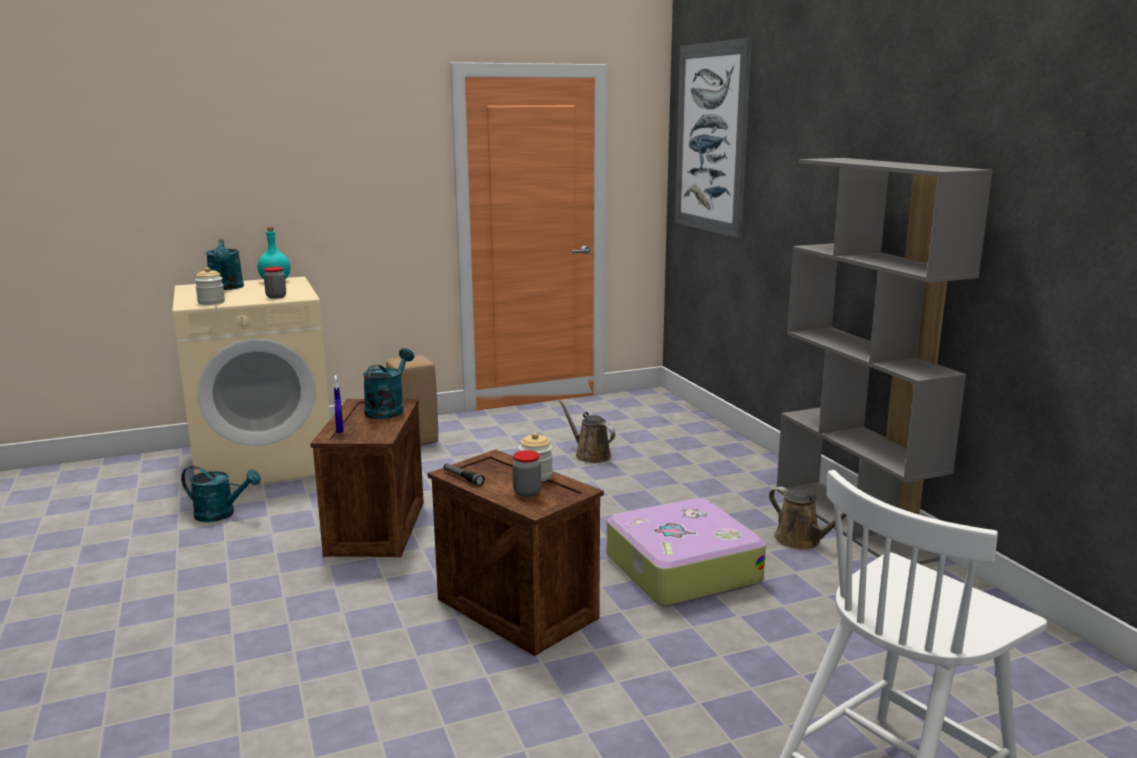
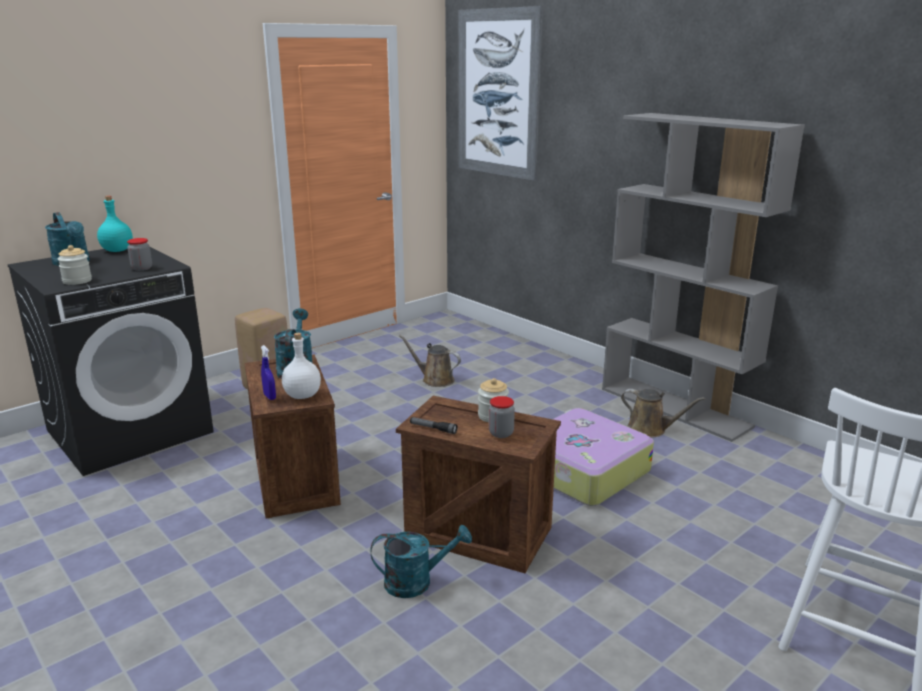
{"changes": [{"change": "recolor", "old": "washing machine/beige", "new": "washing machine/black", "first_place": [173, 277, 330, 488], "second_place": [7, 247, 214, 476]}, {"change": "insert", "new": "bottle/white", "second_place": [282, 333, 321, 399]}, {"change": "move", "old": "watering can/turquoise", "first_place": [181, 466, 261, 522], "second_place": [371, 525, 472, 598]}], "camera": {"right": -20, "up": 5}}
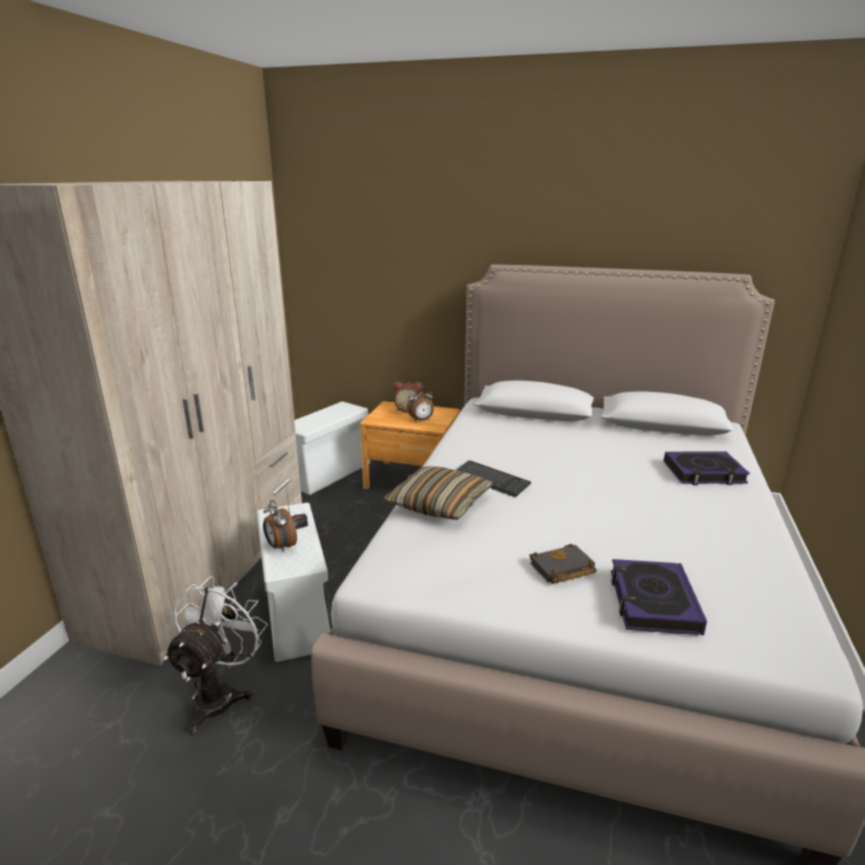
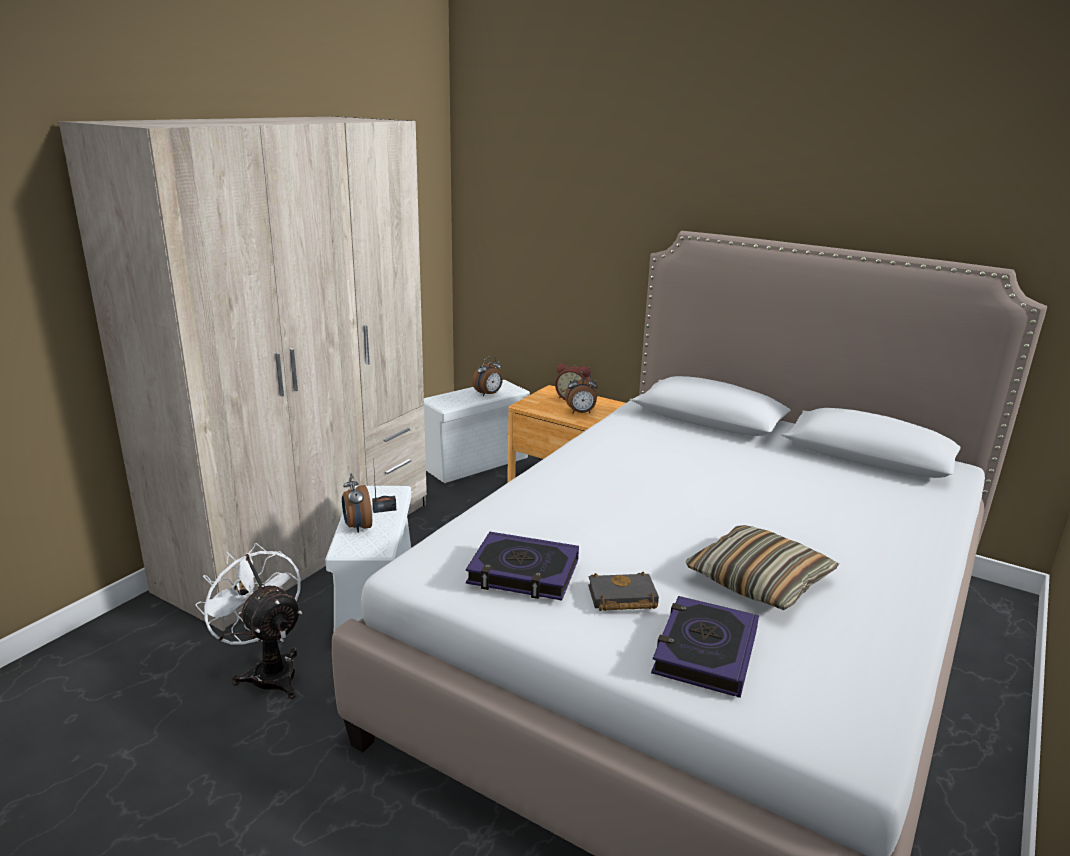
{"changes": [{"change": "rotate", "old": "fan/white", "first_place": [164, 576, 268, 734], "second_place": [195, 543, 302, 699], "degrees": -75}, {"change": "move", "old": "book", "first_place": [664, 451, 750, 485], "second_place": [466, 532, 579, 601]}, {"change": "insert", "new": "alarm clock", "second_place": [472, 356, 503, 396]}, {"change": "move", "old": "pillow", "first_place": [384, 466, 494, 520], "second_place": [685, 525, 839, 610]}, {"change": "delete", "old": "keyboard", "first_place": [457, 460, 531, 497]}], "camera": {"right": 15, "up": 0}}
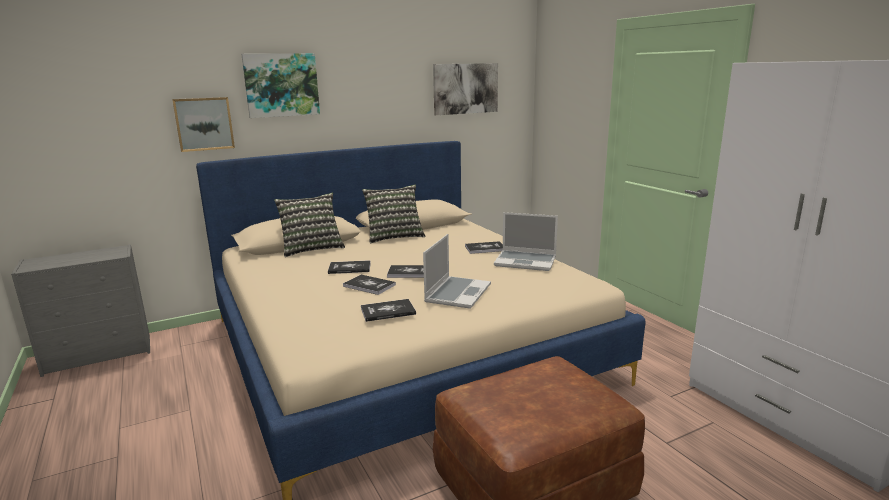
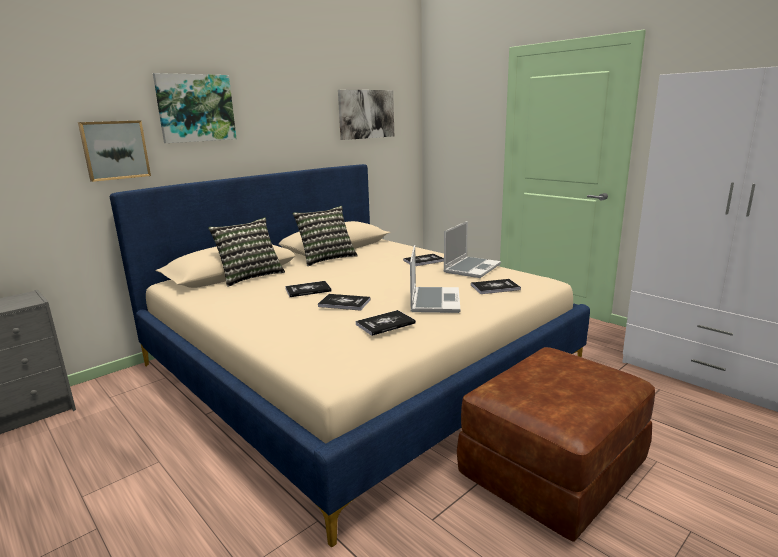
{"changes": [{"change": "rotate", "old": "laptop", "first_place": [494, 212, 558, 271], "second_place": [443, 221, 501, 278], "degrees": -60}, {"change": "move", "old": "book", "first_place": [387, 265, 424, 278], "second_place": [471, 279, 521, 294]}], "camera": {"right": -15, "up": 0}}
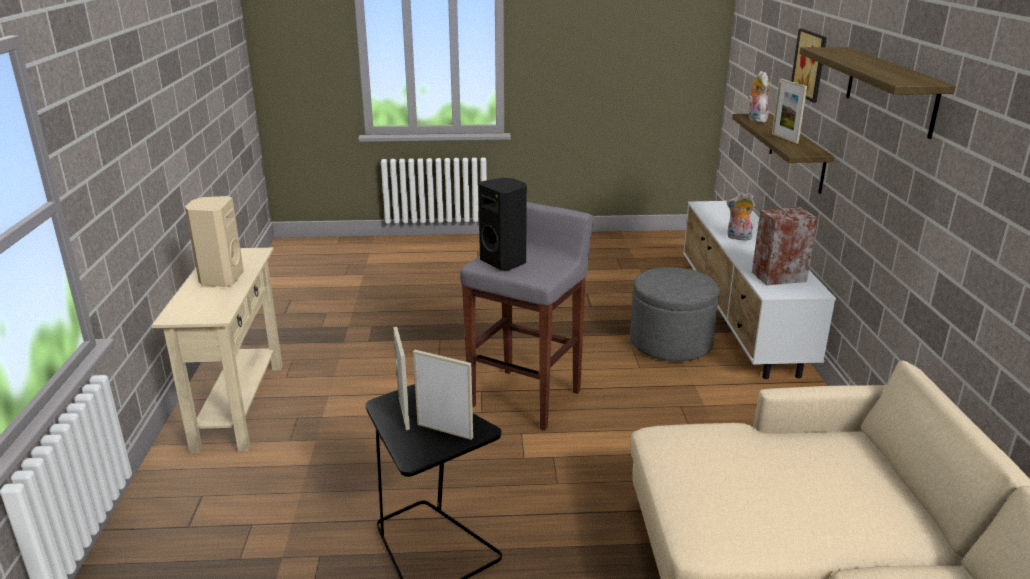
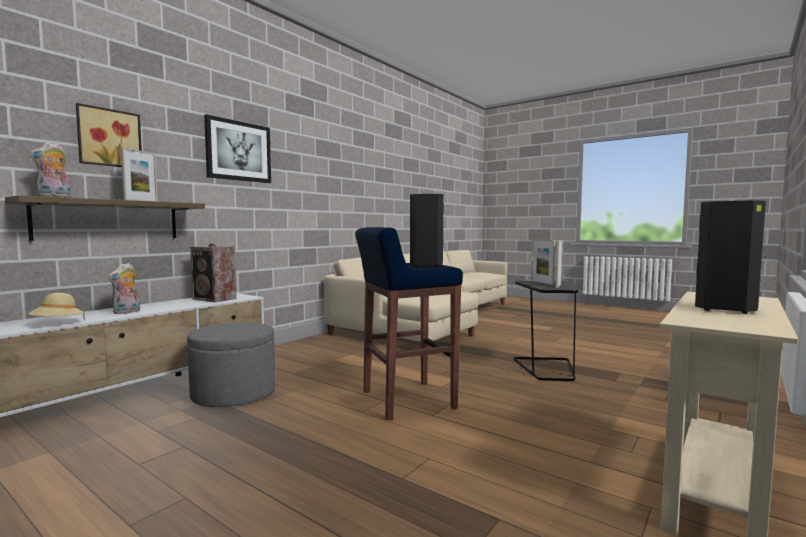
{"changes": [{"change": "insert", "new": "hat/beige", "second_place": [27, 293, 85, 321]}, {"change": "rotate", "old": "plush toy", "first_place": [727, 193, 755, 240], "second_place": [108, 263, 140, 314], "degrees": 60}, {"change": "replace", "old": "shelf", "new": "picture", "first_place": [800, 47, 956, 139], "second_place": [204, 114, 271, 183]}, {"change": "recolor", "old": "stool/grey", "new": "stool/blue", "first_place": [460, 202, 593, 430], "second_place": [355, 227, 463, 420]}, {"change": "recolor", "old": "speaker/beige", "new": "speaker/black", "first_place": [185, 196, 244, 287], "second_place": [695, 200, 766, 314]}], "camera": {"right": -140, "up": -20}}
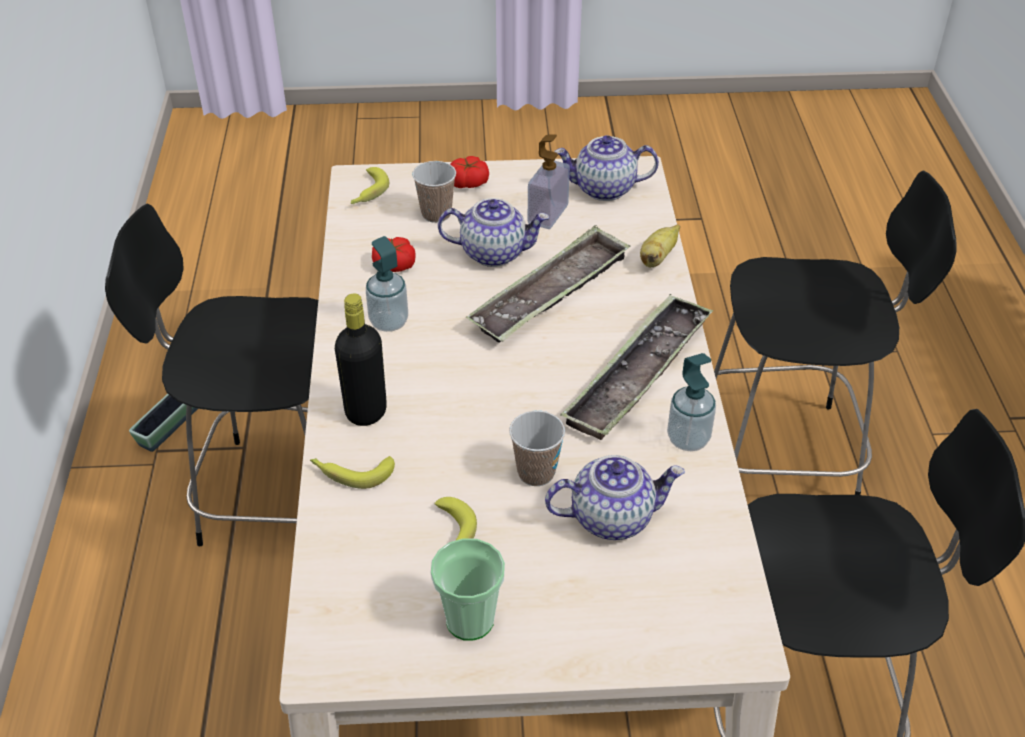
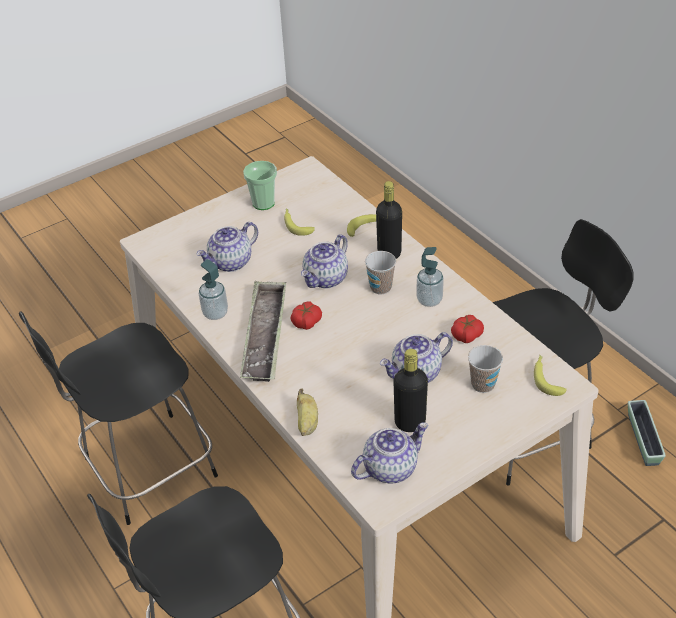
{"changes": [{"change": "move", "old": "tomato", "first_place": [451, 156, 489, 188], "second_place": [290, 302, 322, 330]}, {"change": "insert", "new": "teapot", "second_place": [301, 234, 348, 288]}, {"change": "move", "old": "cup", "first_place": [509, 411, 565, 486], "second_place": [365, 251, 396, 295]}, {"change": "replace", "old": "soap dispenser", "new": "bottle/black", "first_place": [528, 134, 570, 229], "second_place": [393, 349, 428, 432]}, {"change": "delete", "old": "tray", "first_place": [466, 225, 631, 343]}], "camera": {"right": 150, "up": 0}}
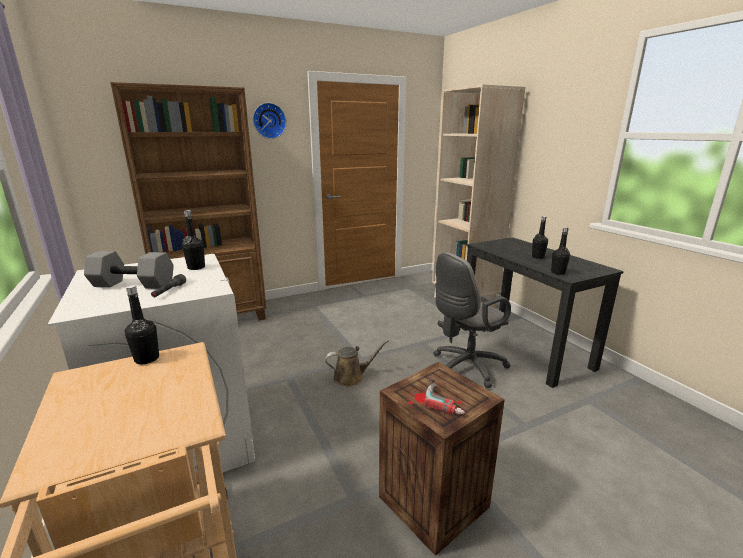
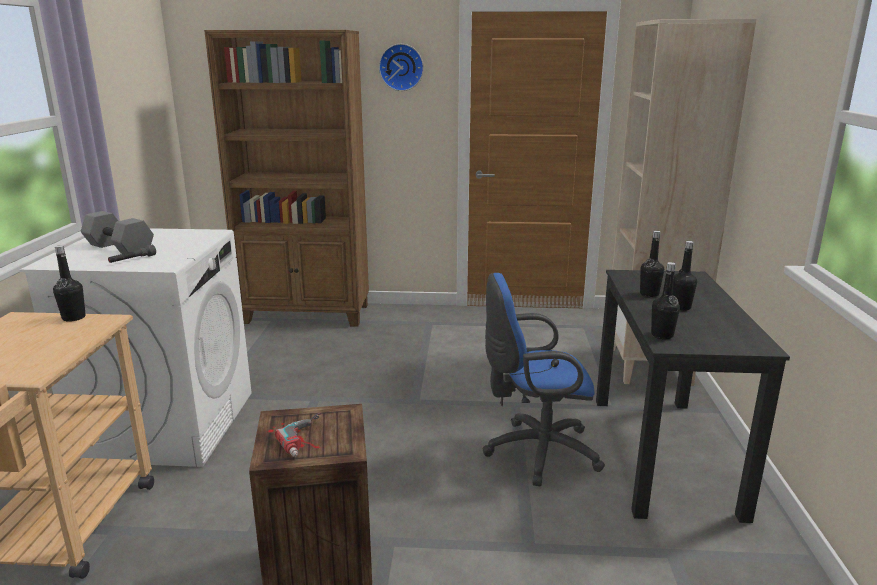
{"changes": [{"change": "recolor", "old": "office chair/grey", "new": "office chair/blue", "first_place": [433, 253, 511, 388], "second_place": [483, 273, 605, 486]}, {"change": "move", "old": "bottle/black", "first_place": [182, 210, 205, 270], "second_place": [640, 231, 664, 297]}, {"change": "delete", "old": "watering can/brown", "first_place": [325, 340, 389, 387]}], "camera": {"right": 30, "up": 0}}
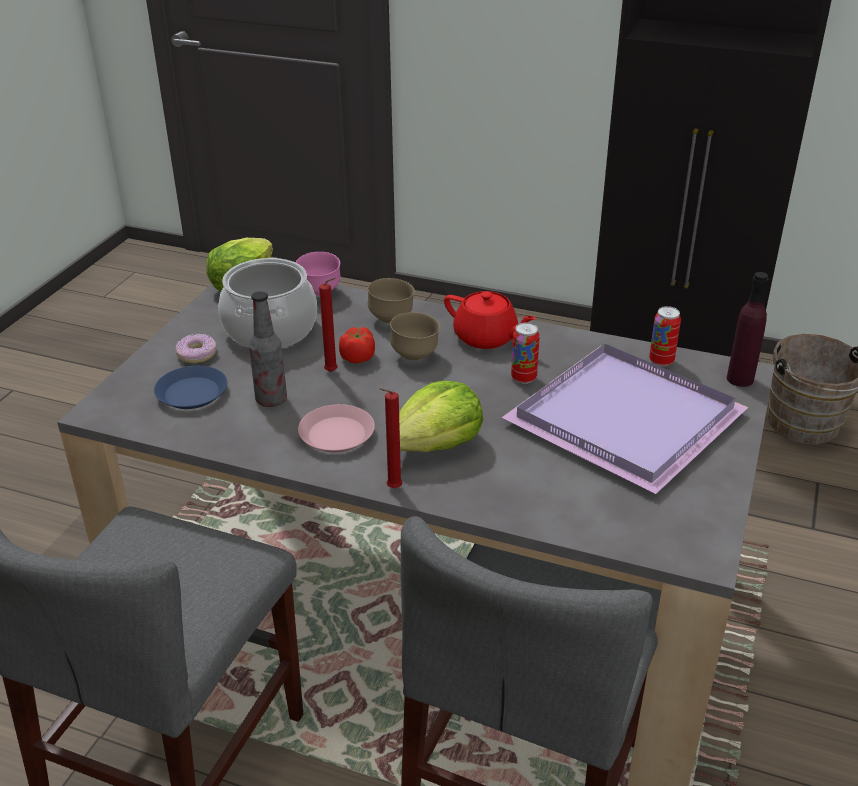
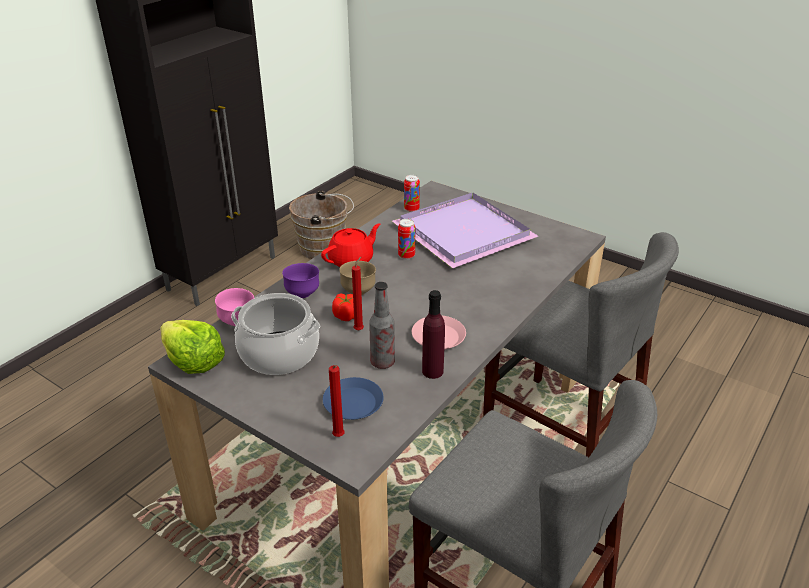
{"changes": [{"change": "recolor", "old": "bowl/brown", "new": "bowl/purple", "first_place": [367, 278, 415, 324], "second_place": [282, 263, 319, 298]}, {"change": "move", "old": "candle/red", "first_place": [379, 388, 402, 488], "second_place": [329, 365, 345, 437]}, {"change": "move", "old": "bottle/purple", "first_place": [727, 272, 768, 387], "second_place": [422, 290, 445, 379]}, {"change": "delete", "old": "donut", "first_place": [176, 334, 217, 363]}, {"change": "delete", "old": "lettuce", "first_place": [399, 381, 483, 452]}], "camera": {"right": -75, "up": 0}}
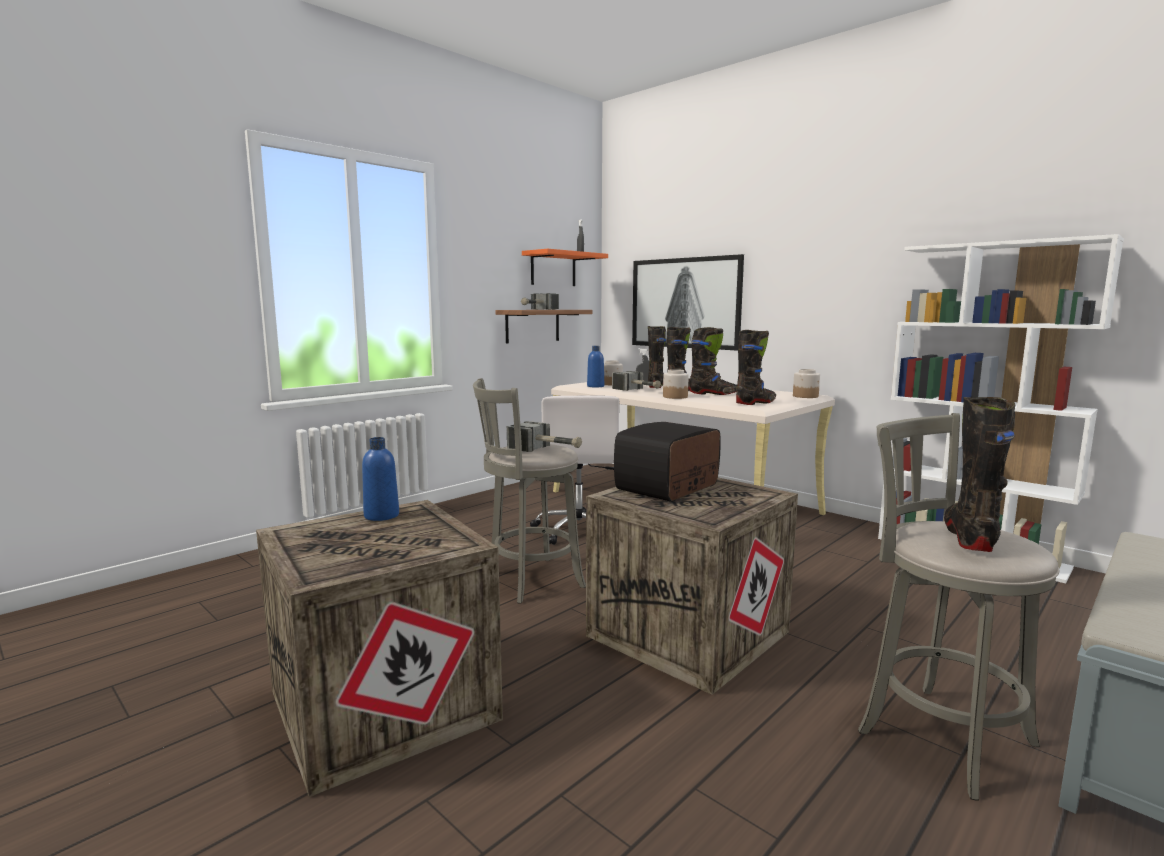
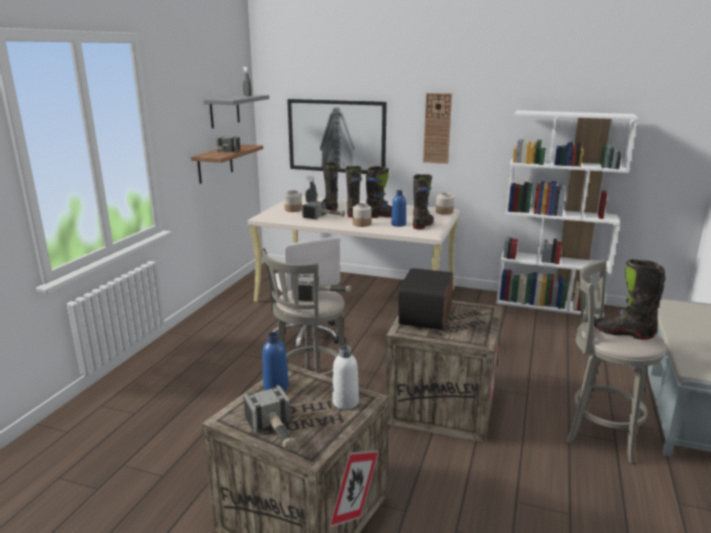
{"changes": [{"change": "recolor", "old": "shelf/orange", "new": "shelf/grey", "first_place": [522, 249, 608, 286], "second_place": [203, 95, 269, 128]}, {"change": "insert", "new": "hammer", "second_place": [244, 385, 297, 451]}, {"change": "insert", "new": "bottle/white", "second_place": [332, 345, 359, 409]}, {"change": "move", "old": "bottle/blue", "first_place": [587, 346, 604, 388], "second_place": [391, 190, 406, 227]}, {"change": "insert", "new": "wall clock", "second_place": [423, 93, 452, 164]}, {"change": "rotate", "old": "boot/black", "first_place": [944, 397, 1015, 552], "second_place": [594, 259, 666, 340], "degrees": -60}], "camera": {"right": -25, "up": 10}}
